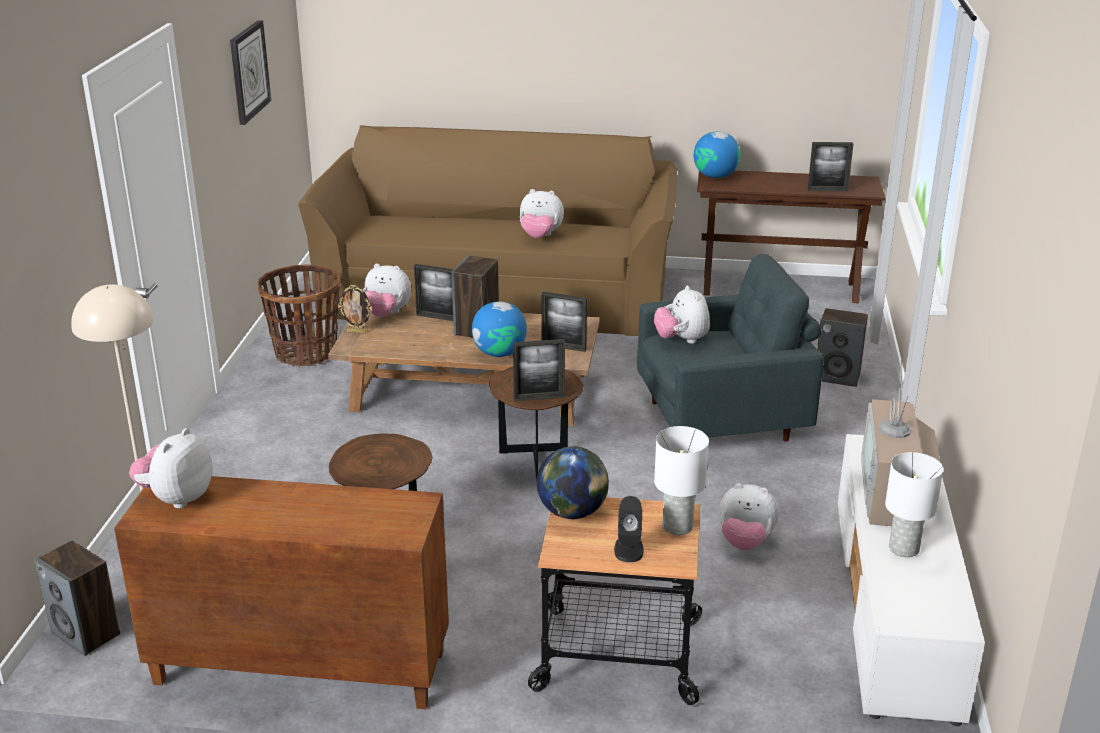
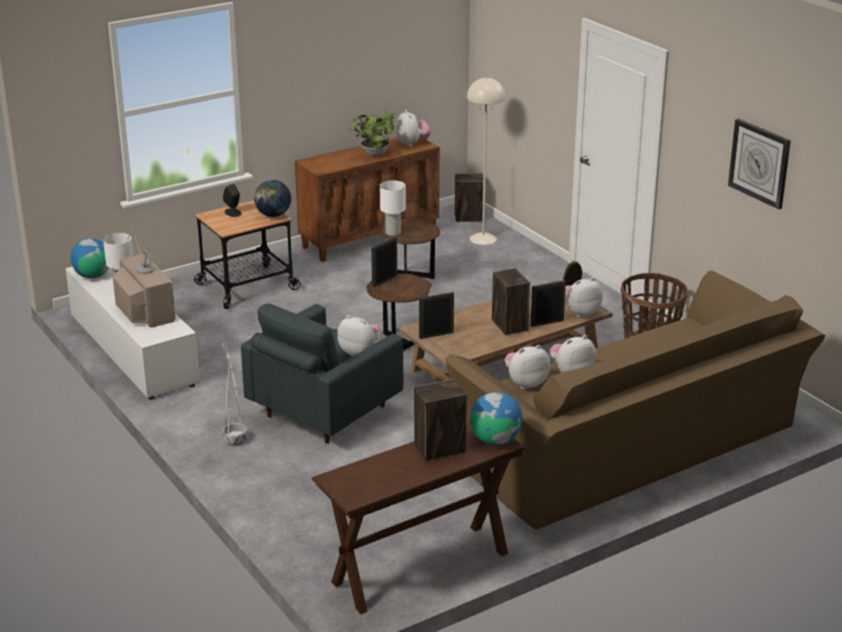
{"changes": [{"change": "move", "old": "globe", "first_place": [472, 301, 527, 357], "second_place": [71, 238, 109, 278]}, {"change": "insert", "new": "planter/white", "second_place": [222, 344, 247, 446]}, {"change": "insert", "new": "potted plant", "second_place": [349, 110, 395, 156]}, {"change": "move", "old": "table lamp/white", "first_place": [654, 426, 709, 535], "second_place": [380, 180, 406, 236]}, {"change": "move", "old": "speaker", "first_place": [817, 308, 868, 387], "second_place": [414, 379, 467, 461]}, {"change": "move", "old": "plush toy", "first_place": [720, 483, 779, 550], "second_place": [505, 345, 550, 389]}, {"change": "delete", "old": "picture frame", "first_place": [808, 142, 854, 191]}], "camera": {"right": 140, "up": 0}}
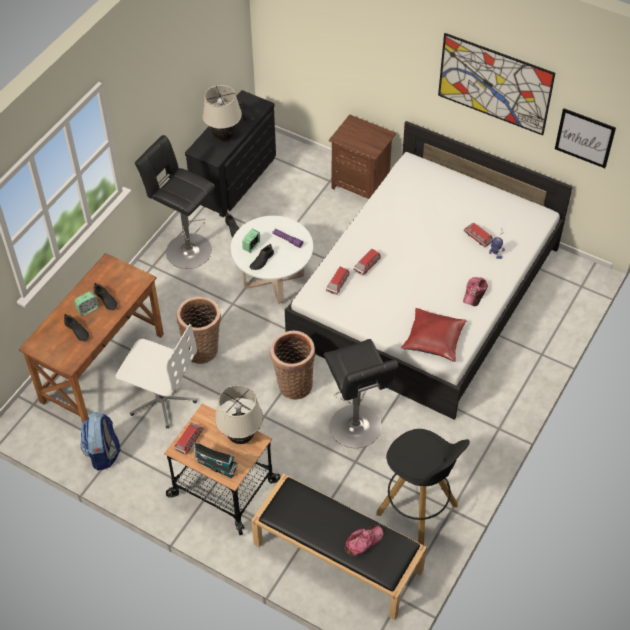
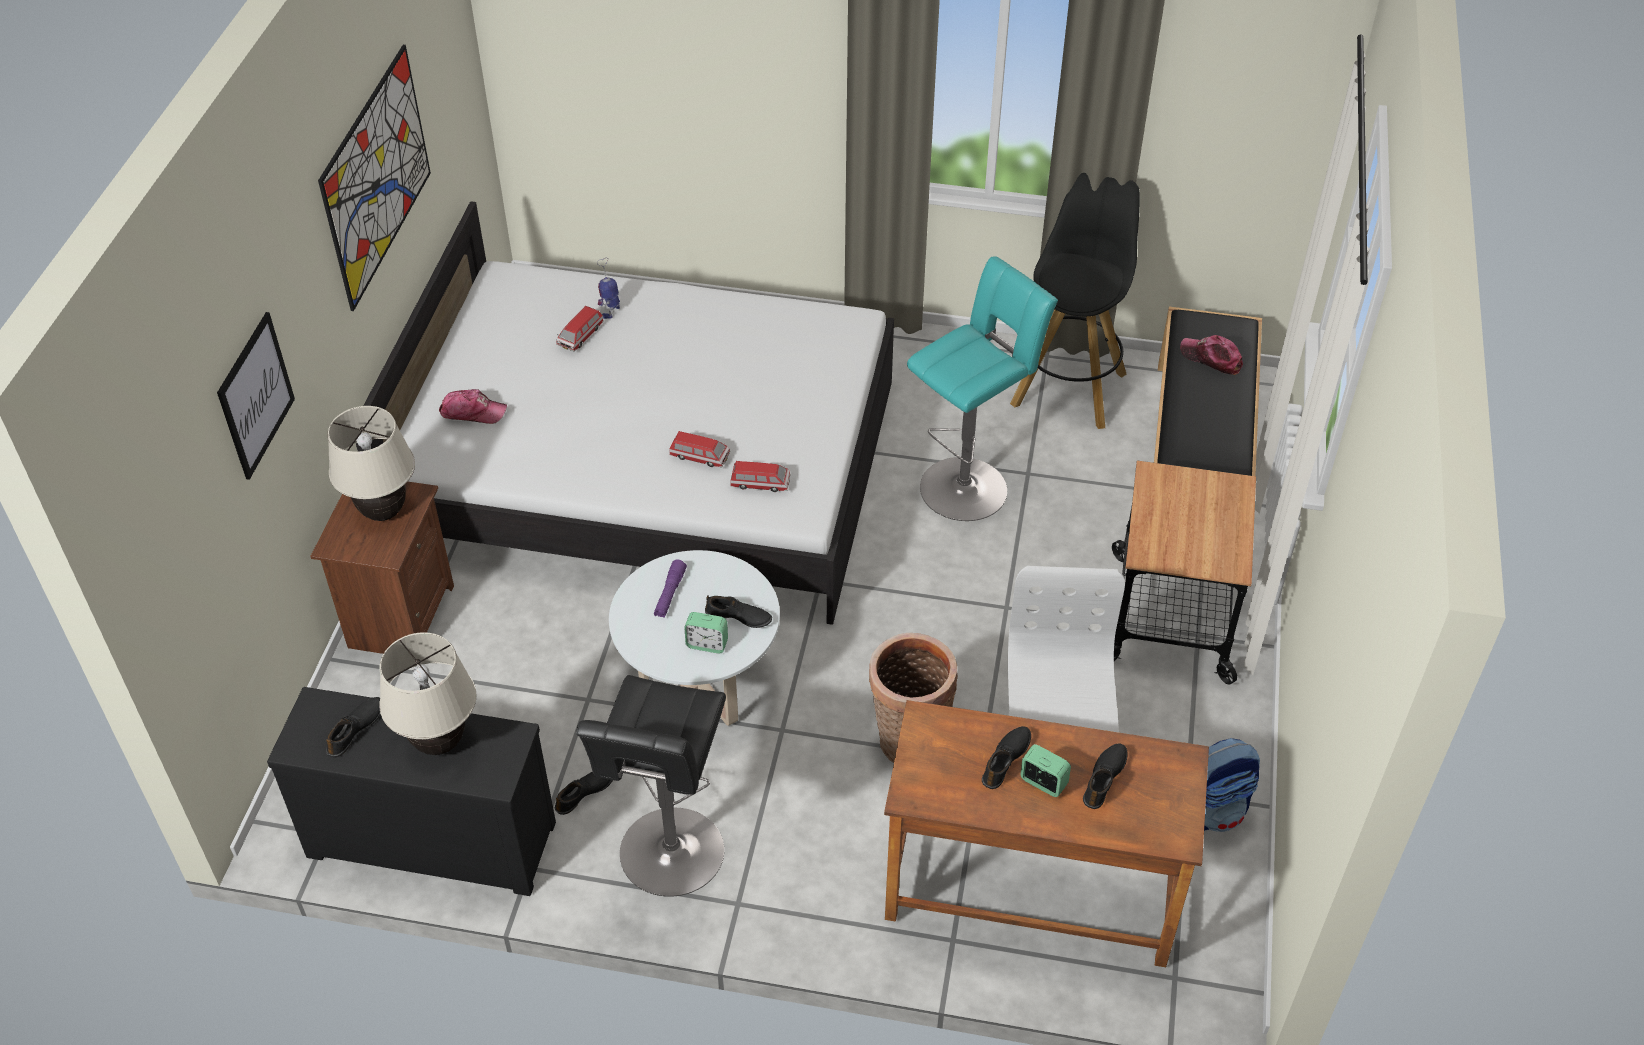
{"changes": [{"change": "move", "old": "picture", "first_place": [555, 108, 616, 168], "second_place": [217, 312, 295, 480]}, {"change": "move", "old": "table lamp/beige", "first_place": [215, 385, 263, 444], "second_place": [328, 406, 415, 521]}, {"change": "move", "old": "cap", "first_place": [463, 277, 488, 306], "second_place": [439, 389, 507, 424]}, {"change": "recolor", "old": "stool/black", "new": "stool/turquoise", "first_place": [324, 339, 398, 448], "second_place": [907, 256, 1058, 521]}, {"change": "delete", "old": "toy car", "first_place": [175, 422, 203, 455]}, {"change": "delete", "old": "toy house", "first_place": [193, 442, 238, 478]}, {"change": "delete", "old": "basket", "first_place": [270, 331, 316, 400]}, {"change": "delete", "old": "pillow/red", "first_place": [401, 308, 466, 362]}], "camera": {"right": -110, "up": -5}}
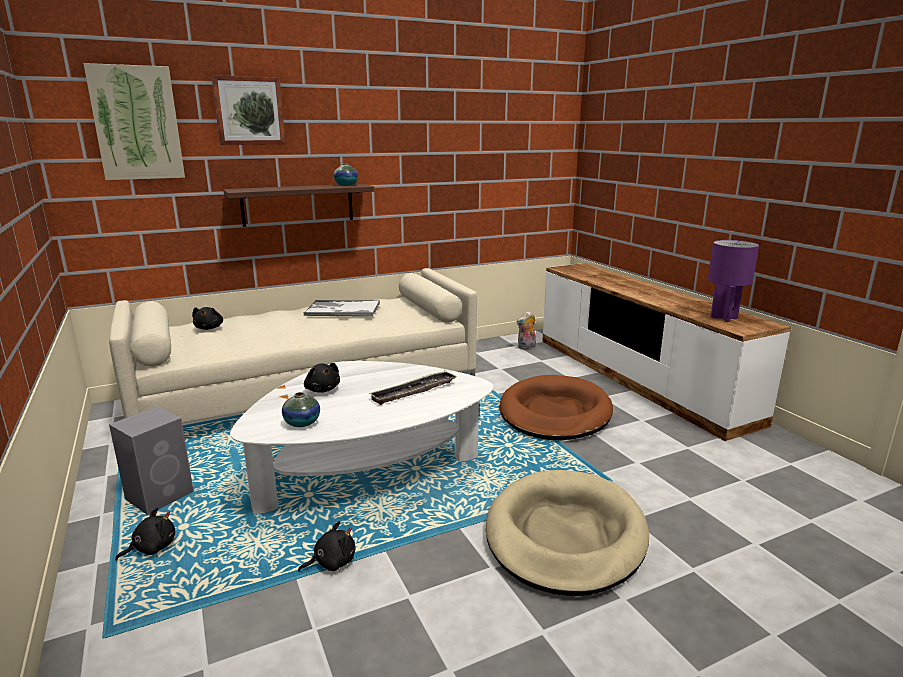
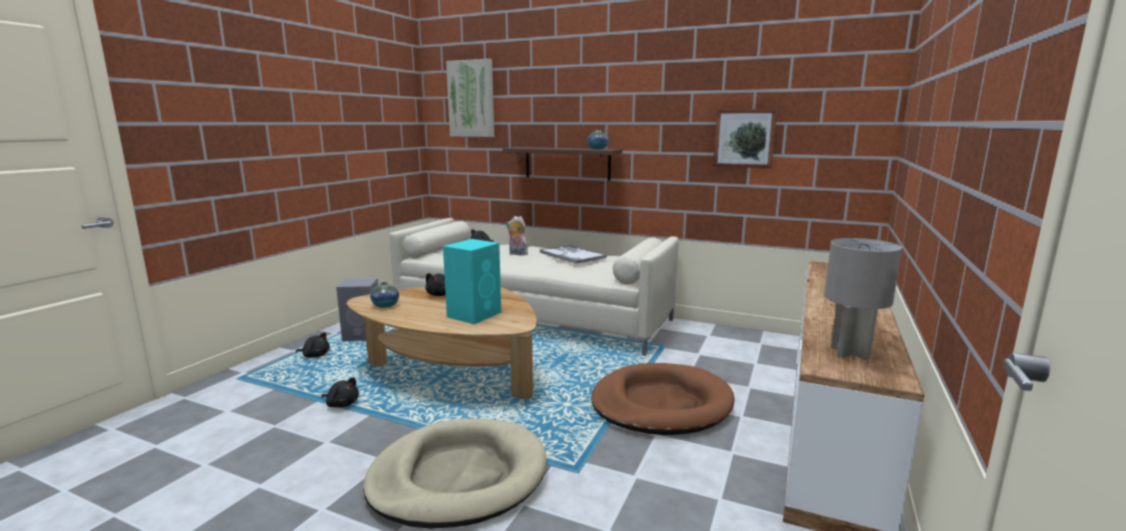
{"changes": [{"change": "recolor", "old": "coffee table/white", "new": "coffee table/brown", "first_place": [230, 361, 493, 515], "second_place": [347, 287, 537, 400]}, {"change": "replace", "old": "tray", "new": "speaker/turquoise", "first_place": [368, 371, 457, 405], "second_place": [443, 239, 501, 324]}, {"change": "move", "old": "plush toy", "first_place": [517, 311, 536, 350], "second_place": [506, 216, 528, 255]}, {"change": "move", "old": "picture", "first_place": [211, 75, 286, 145], "second_place": [713, 109, 777, 168]}, {"change": "recolor", "old": "table lamp/purple", "new": "table lamp/grey", "first_place": [708, 240, 759, 322], "second_place": [824, 238, 902, 360]}], "camera": {"right": 50, "up": -5}}
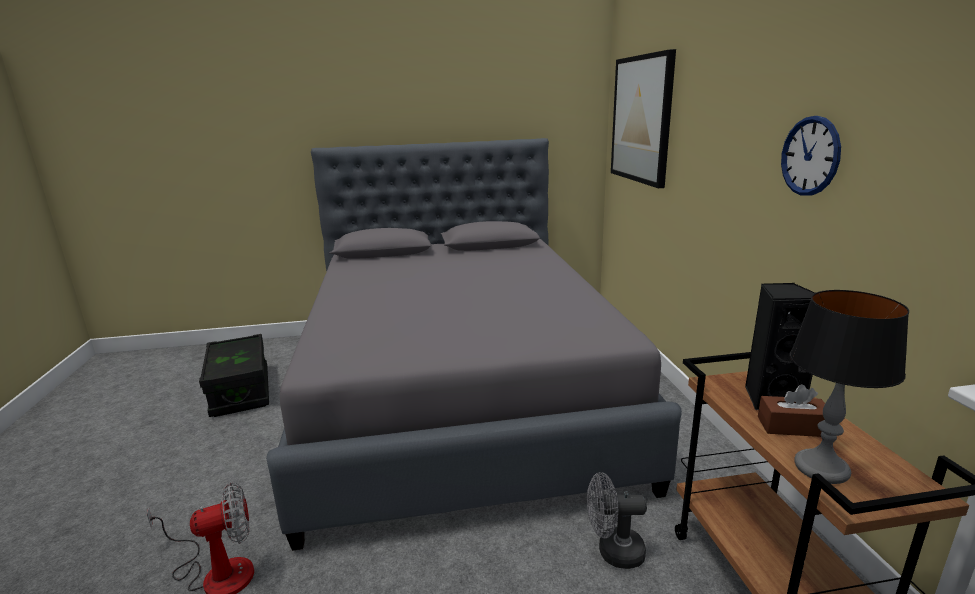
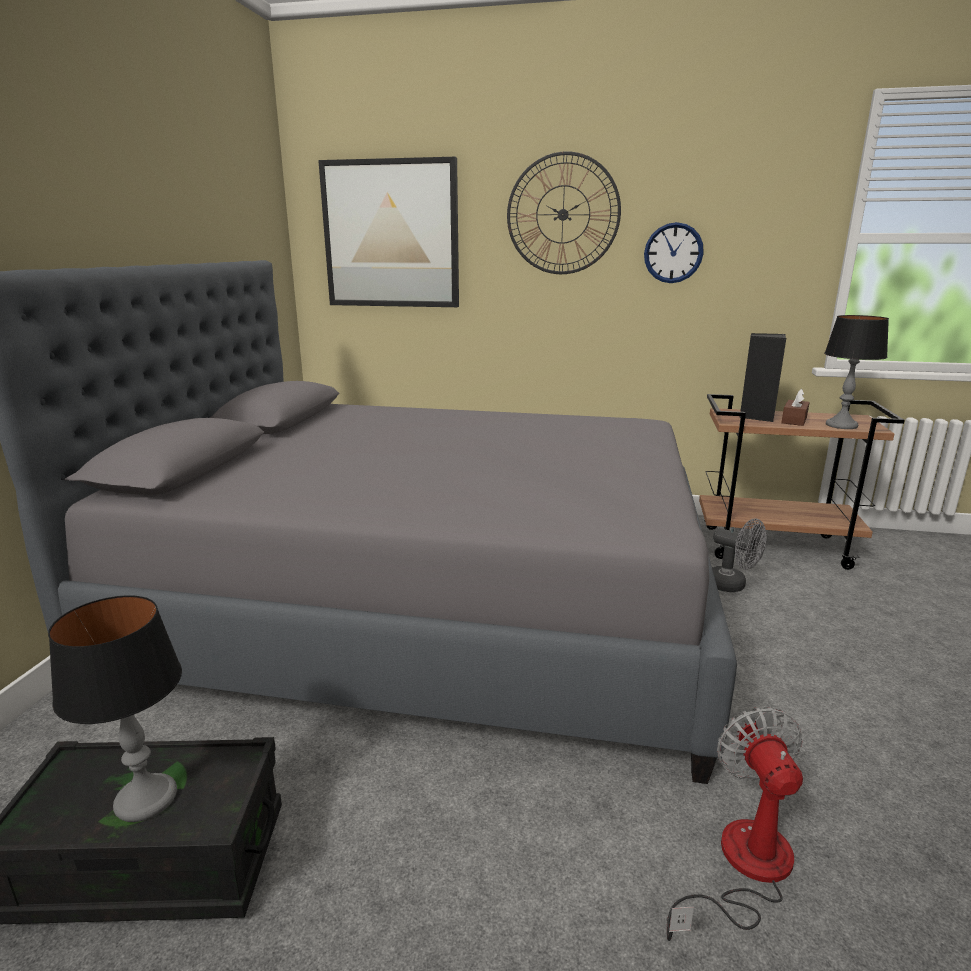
{"changes": [{"change": "insert", "new": "table lamp", "second_place": [48, 595, 182, 822]}, {"change": "insert", "new": "wall clock", "second_place": [507, 151, 621, 274]}, {"change": "rotate", "old": "fan/grey", "first_place": [587, 472, 647, 569], "second_place": [712, 519, 767, 592], "degrees": -75}], "camera": {"right": -70, "up": 0}}
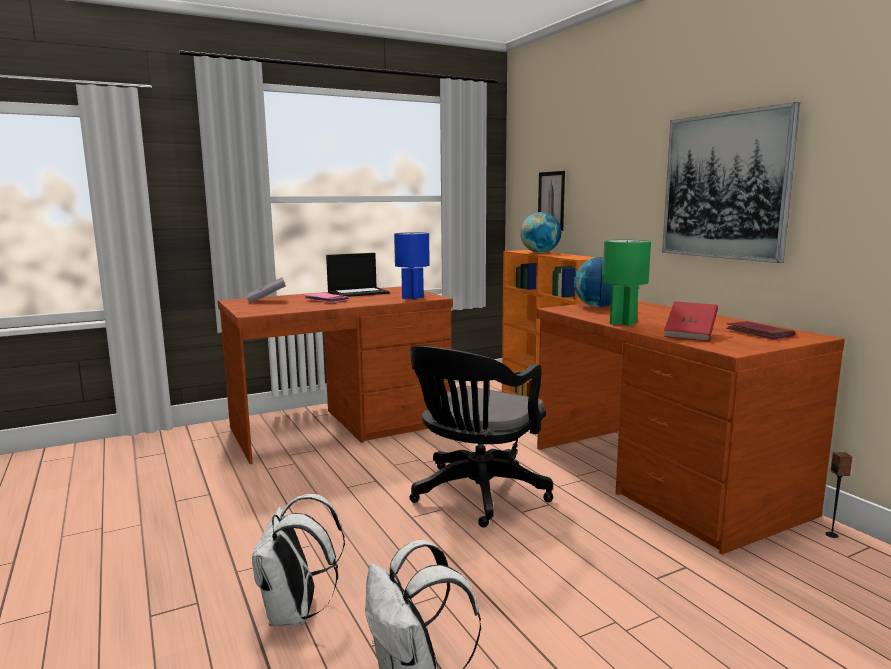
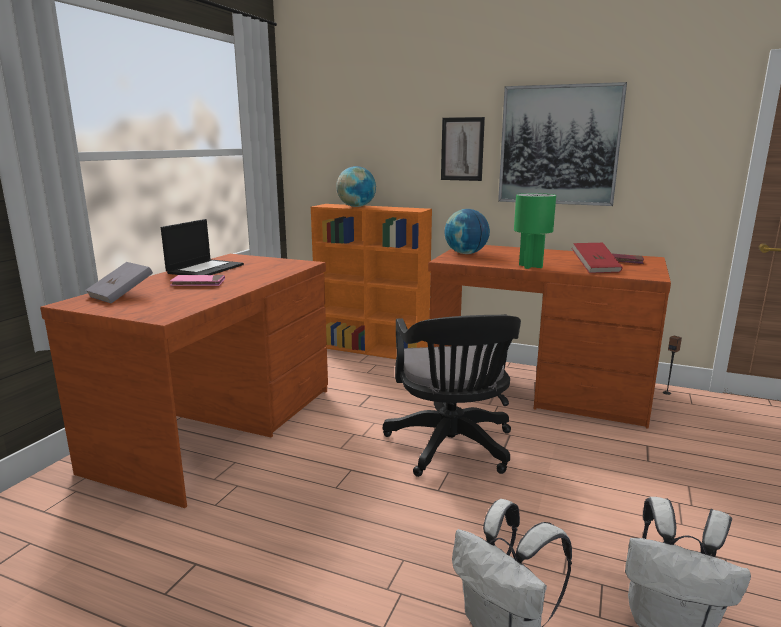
{"changes": [{"change": "move", "old": "picture", "first_place": [538, 171, 565, 231], "second_place": [441, 117, 485, 181]}, {"change": "delete", "old": "table lamp/blue", "first_place": [394, 232, 430, 300]}], "camera": {"right": -40, "up": 5}}
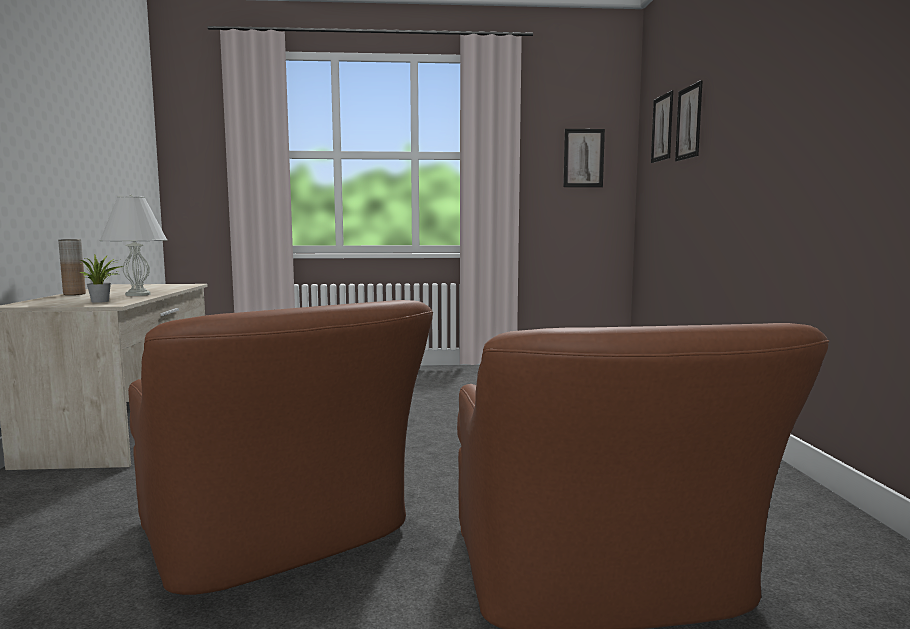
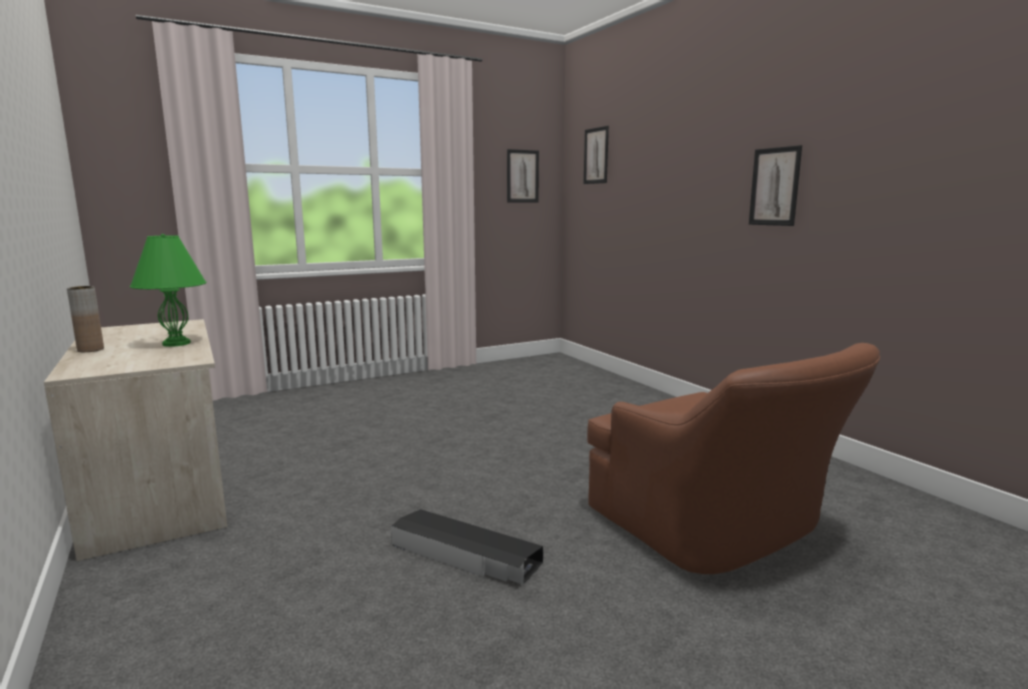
{"changes": [{"change": "recolor", "old": "table lamp/white", "new": "table lamp/green", "first_place": [99, 195, 167, 296], "second_place": [130, 234, 206, 347]}, {"change": "replace", "old": "armchair/brown", "new": "storage box/black", "first_place": [128, 300, 433, 595], "second_place": [391, 509, 543, 585]}, {"change": "move", "old": "picture", "first_place": [675, 80, 703, 161], "second_place": [749, 145, 802, 226]}, {"change": "delete", "old": "potted plant", "first_place": [80, 255, 123, 303]}], "camera": {"right": -25, "up": 5}}
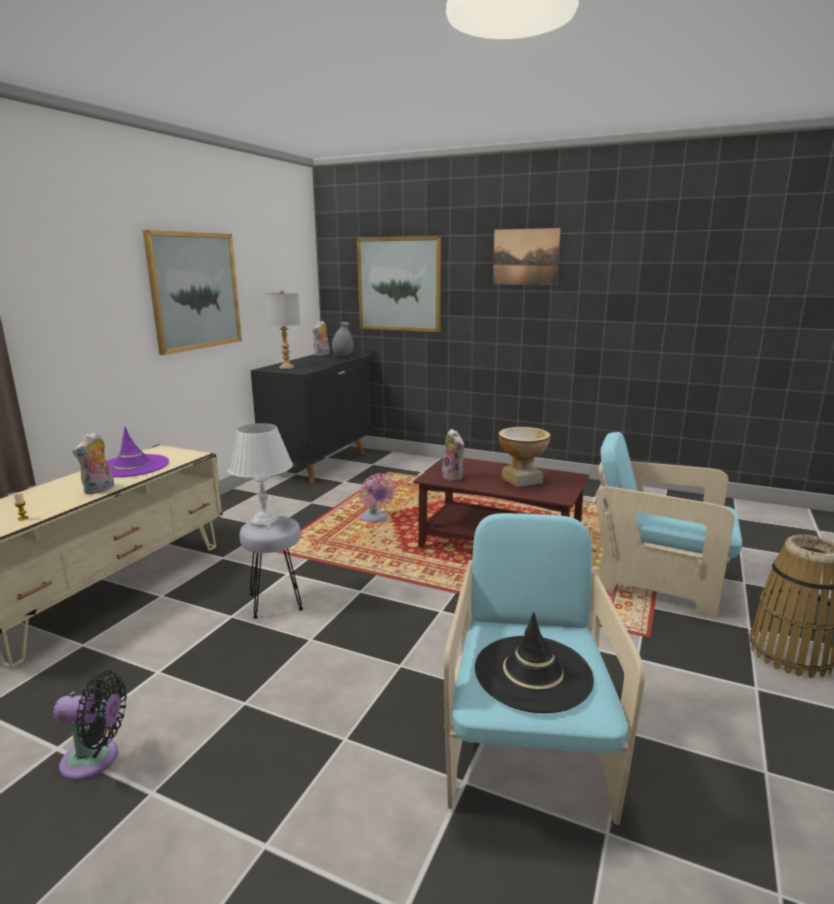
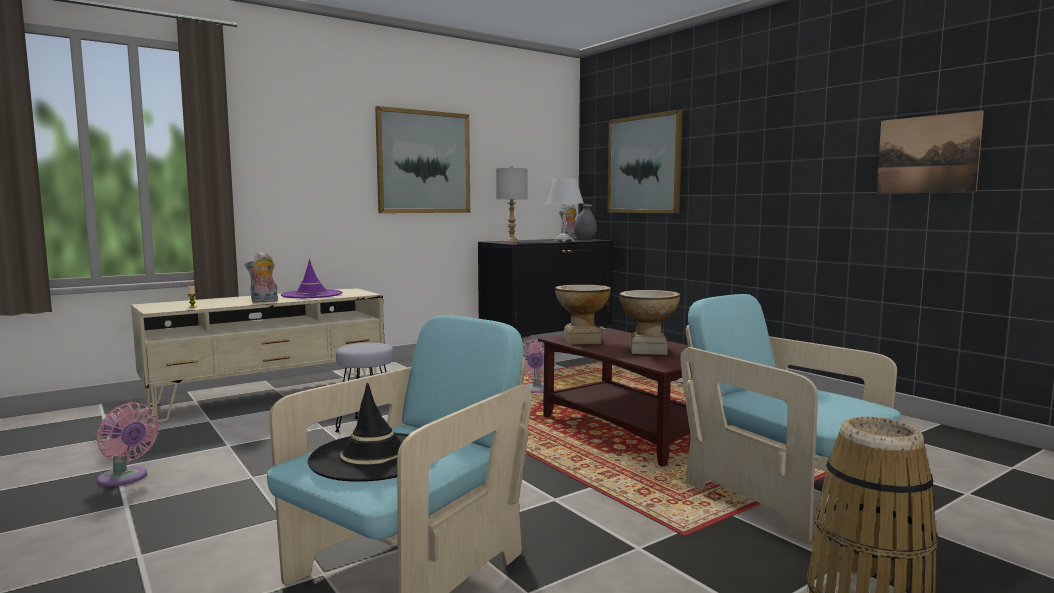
{"changes": [{"change": "recolor", "old": "fan/black", "new": "fan/pink", "first_place": [53, 671, 127, 781], "second_place": [97, 402, 160, 487]}, {"change": "move", "old": "table lamp/white", "first_place": [227, 423, 293, 529], "second_place": [545, 178, 584, 242]}, {"change": "replace", "old": "plush toy", "new": "vase", "first_place": [442, 429, 464, 481], "second_place": [555, 285, 611, 344]}, {"change": "move", "old": "picture", "first_place": [493, 228, 560, 285], "second_place": [876, 110, 984, 194]}], "camera": {"right": 30, "up": -10}}
